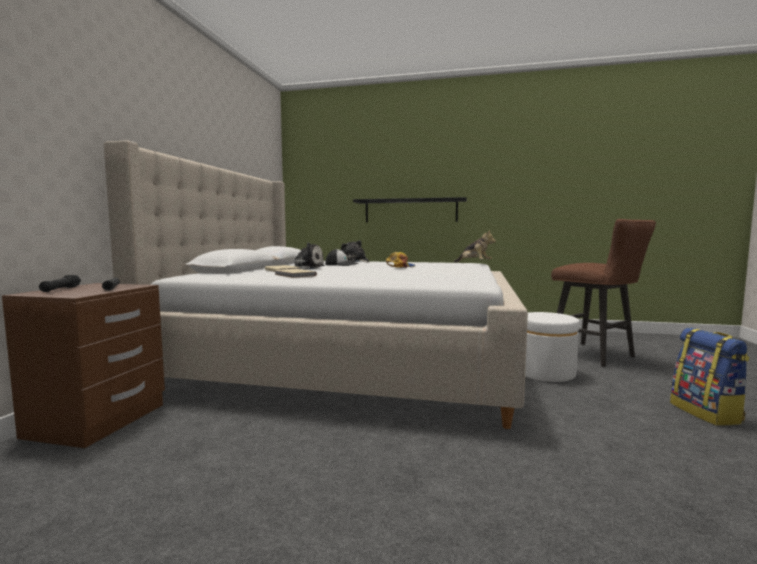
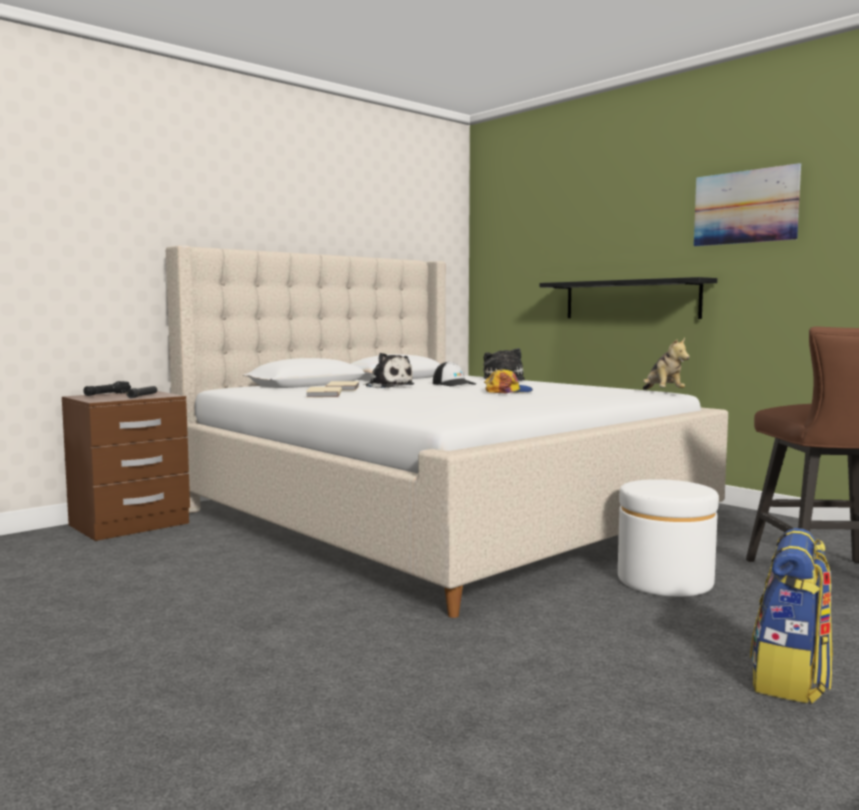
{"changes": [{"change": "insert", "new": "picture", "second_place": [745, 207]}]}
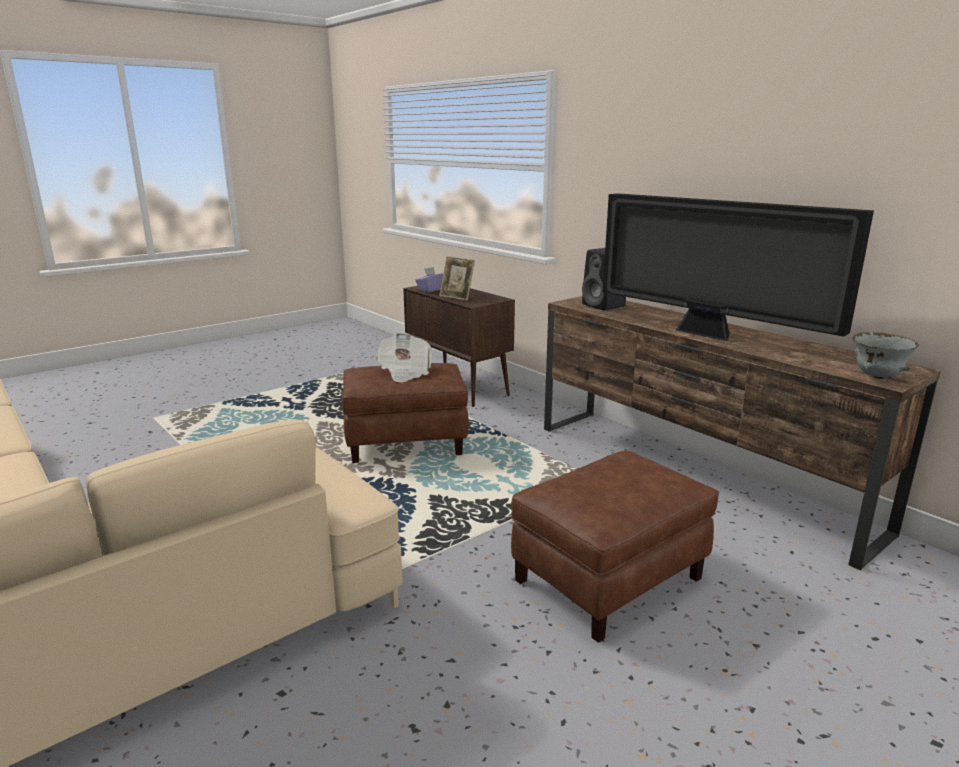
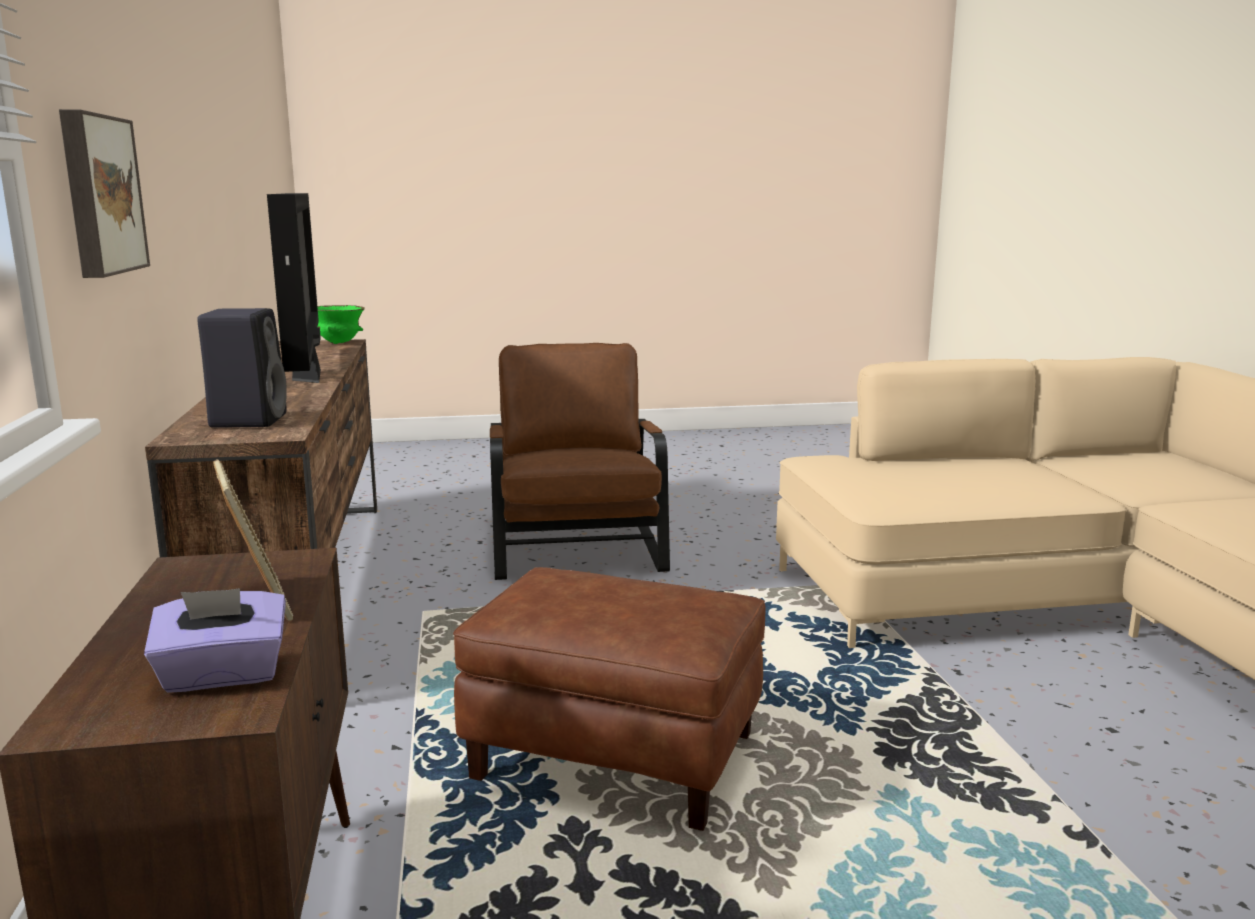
{"changes": [{"change": "delete", "old": "printed paper", "first_place": [405, 372]}, {"change": "insert", "new": "picture", "second_place": [98, 195]}, {"change": "replace", "old": "brown ottoman", "new": "brown lounge chair", "first_place": [609, 580], "second_place": [576, 544]}, {"change": "recolor", "old": "grey bowl", "new": "green bowl", "first_place": [876, 377], "second_place": [339, 343]}]}
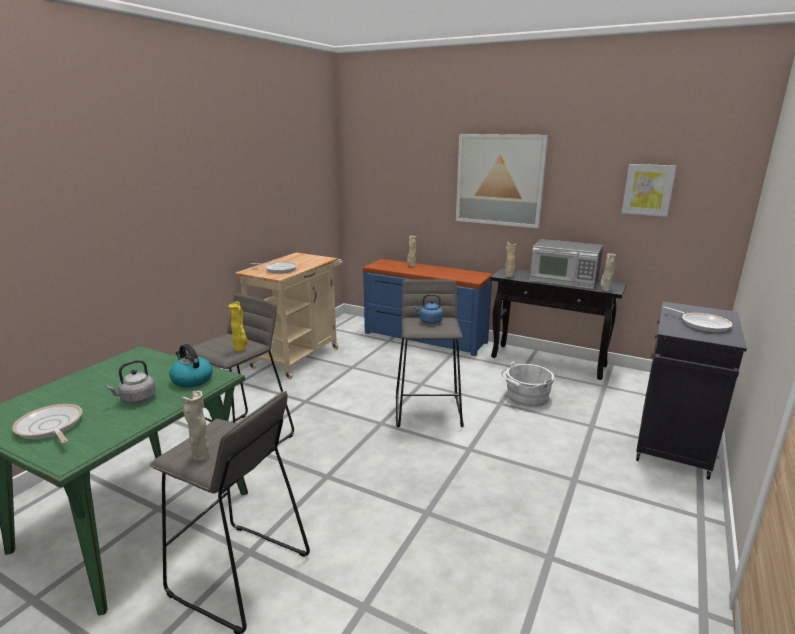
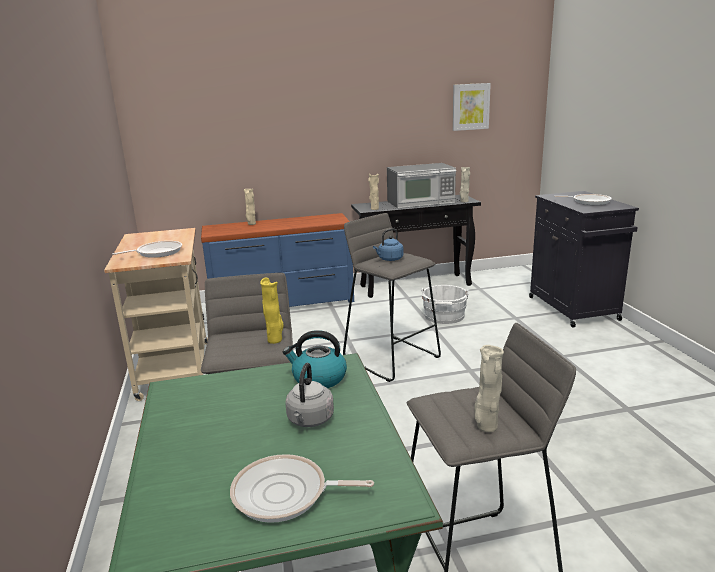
{"changes": [{"change": "delete", "old": "picture", "first_place": [499, 180]}]}
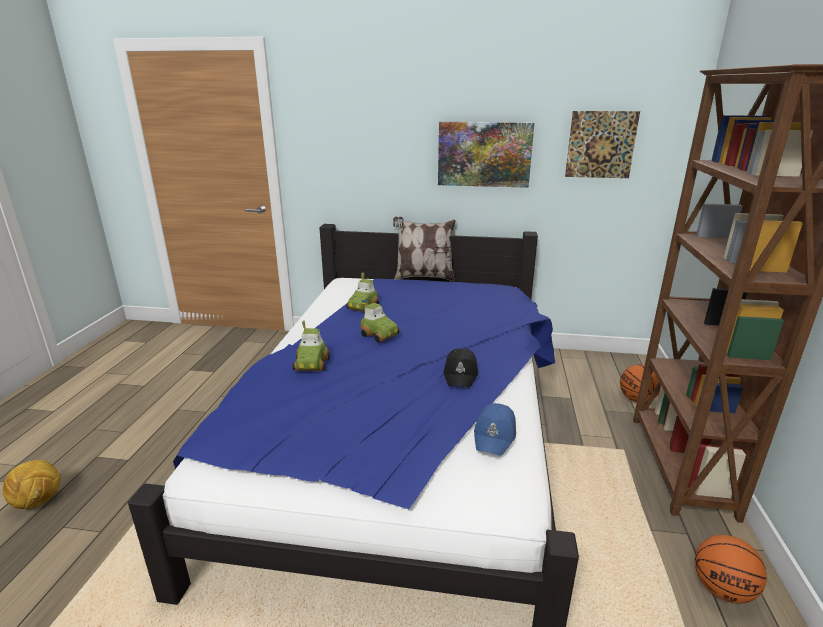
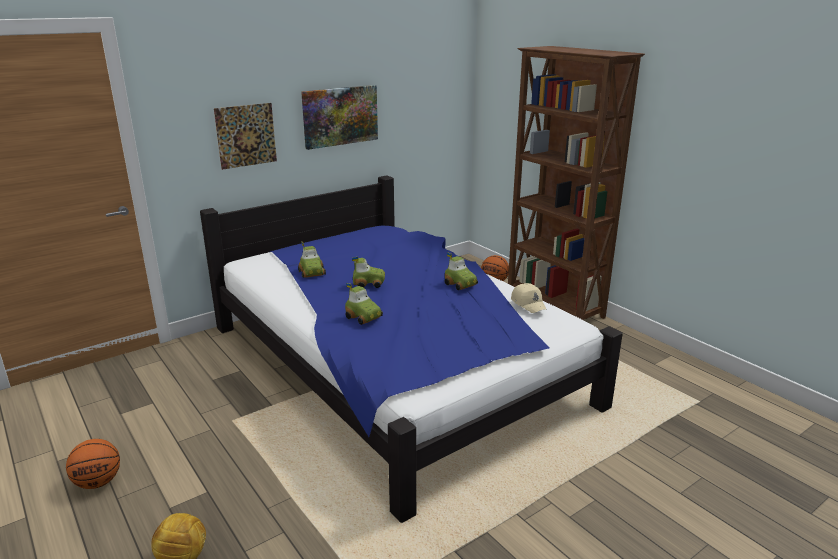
{"changes": [{"change": "delete", "old": "throw pillow", "first_place": [423, 277]}, {"change": "move", "old": "picture", "first_place": [601, 145], "second_place": [246, 135]}, {"change": "move", "old": "basketball", "first_place": [722, 589], "second_place": [98, 482]}, {"change": "replace", "old": "black peaked cap", "new": "toy car", "first_place": [461, 374], "second_place": [461, 284]}, {"change": "recolor", "old": "bluish peaked cap", "new": "beige-coloured peaked cap", "first_place": [495, 435], "second_place": [528, 303]}]}
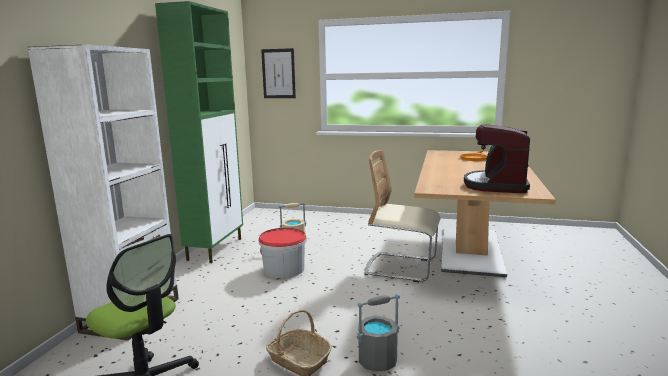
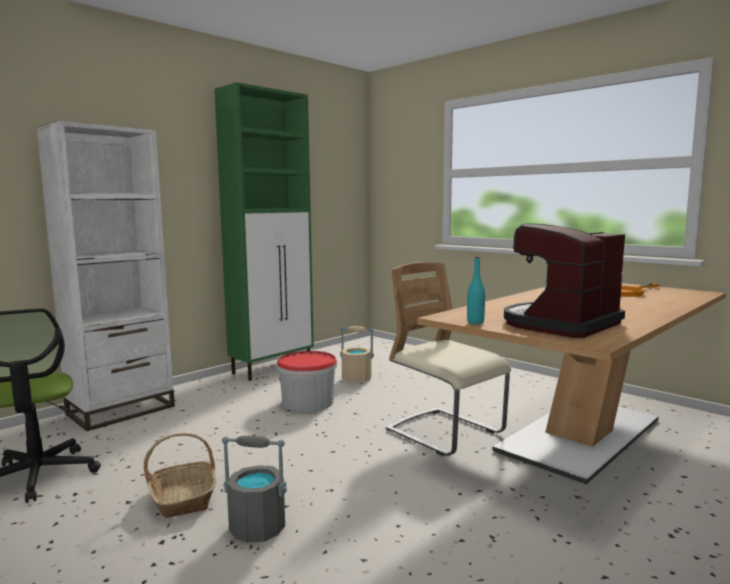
{"changes": [{"change": "delete", "old": "picture", "first_place": [278, 73]}, {"change": "insert", "new": "turquoise beverage bottle", "second_place": [475, 322]}]}
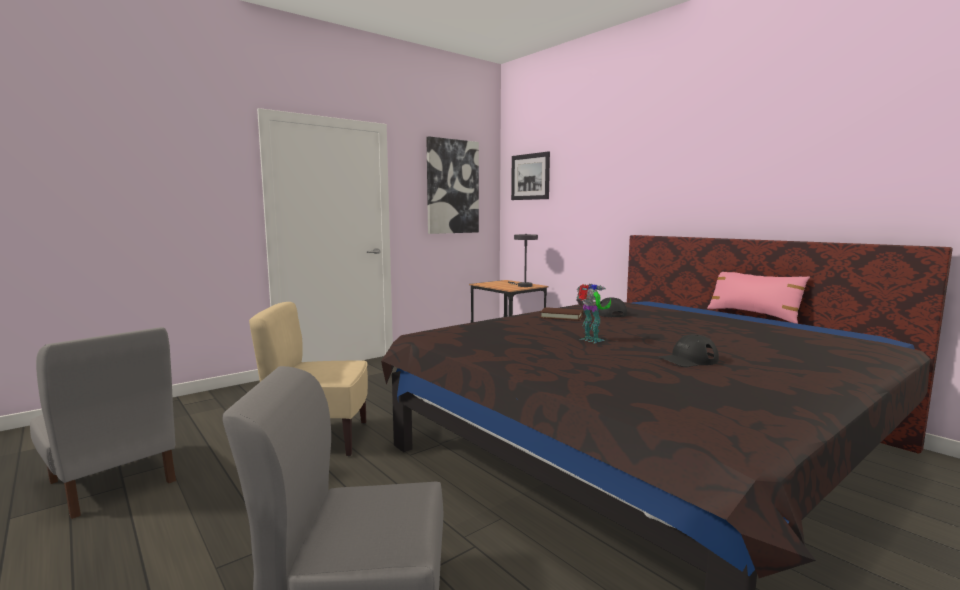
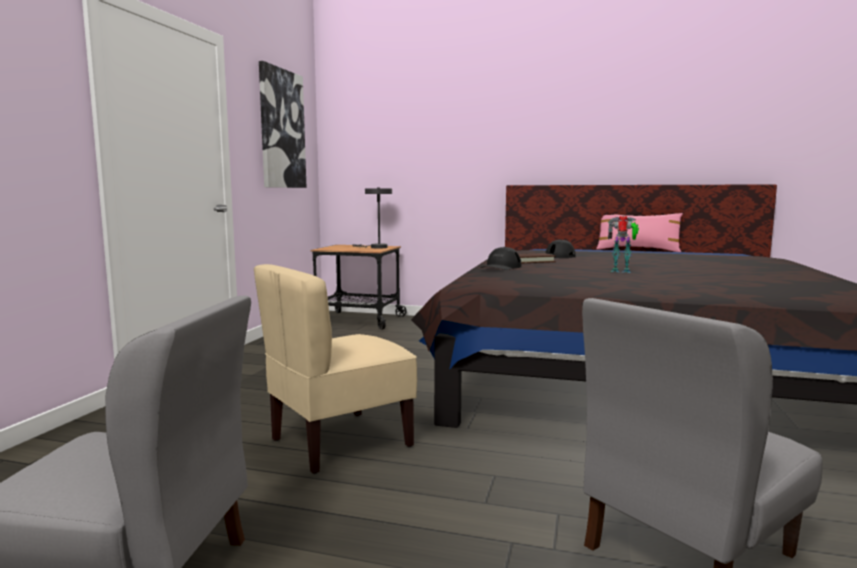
{"changes": [{"change": "delete", "old": "picture", "first_place": [530, 176]}, {"change": "move", "old": "black peaked cap", "first_place": [688, 360], "second_place": [501, 267]}]}
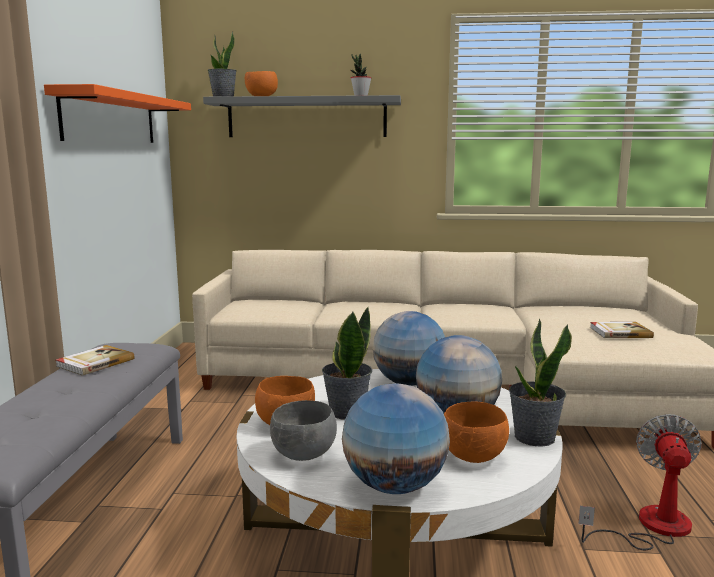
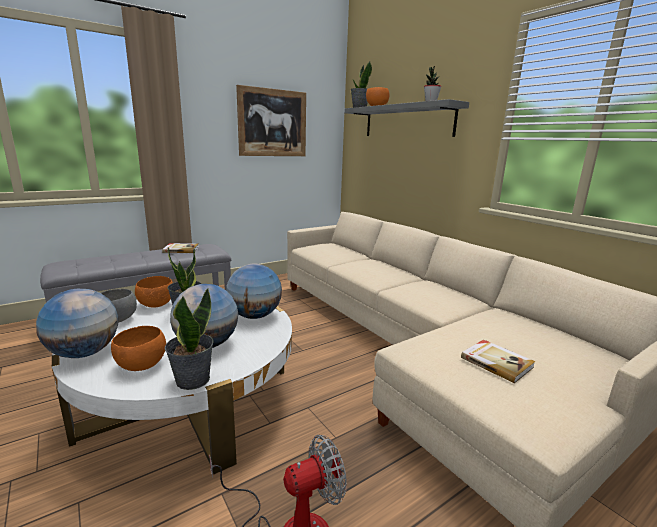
{"changes": [{"change": "replace", "old": "orange-coloured shelf", "new": "picture", "first_place": [111, 118], "second_place": [272, 123]}]}
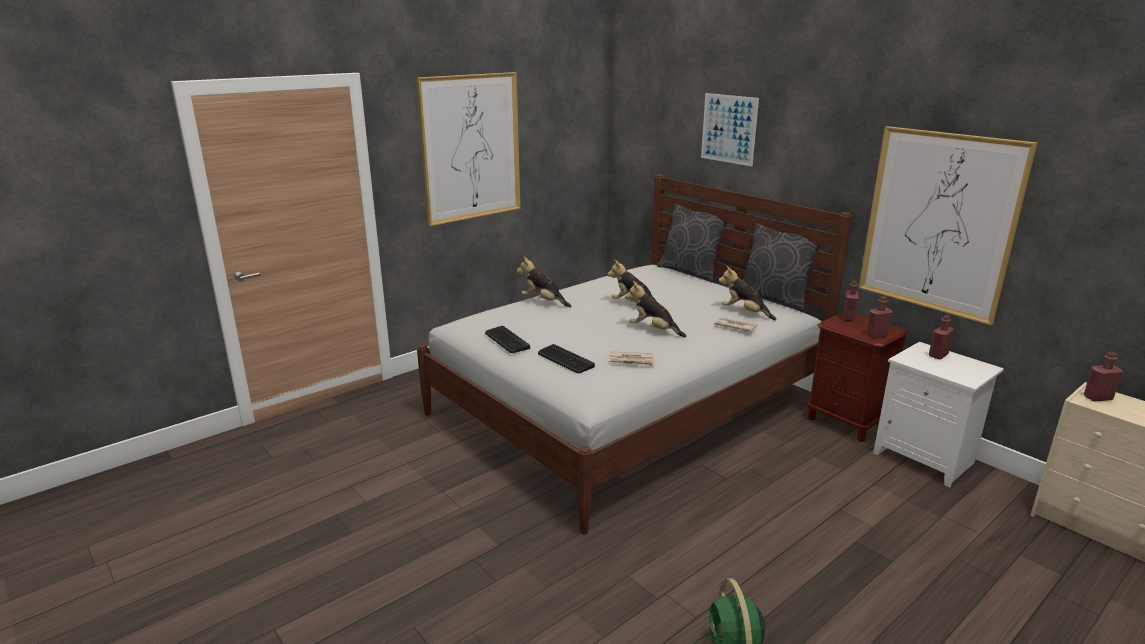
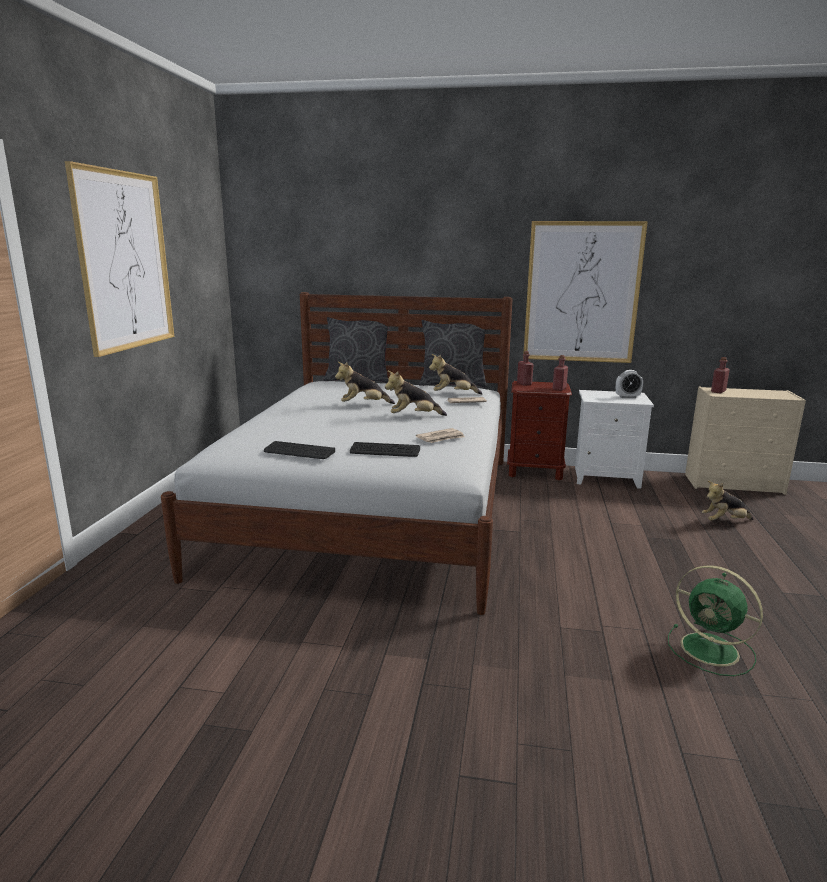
{"changes": [{"change": "delete", "old": "picture", "first_place": [728, 129]}, {"change": "delete", "old": "reddish beverage bottle", "first_place": [938, 355]}, {"change": "insert", "new": "bedside clock", "second_place": [627, 397]}, {"change": "move", "old": "soft toy", "first_place": [543, 302], "second_place": [724, 522]}]}
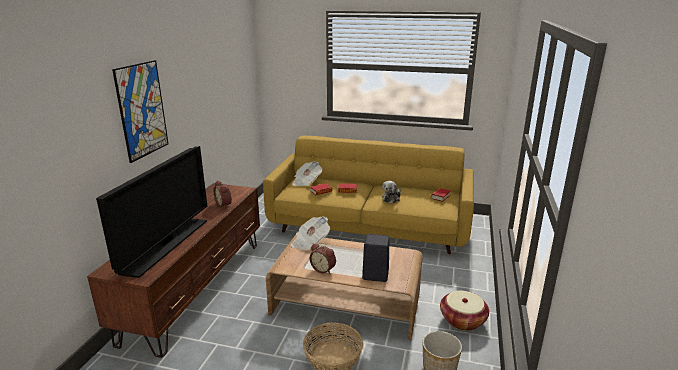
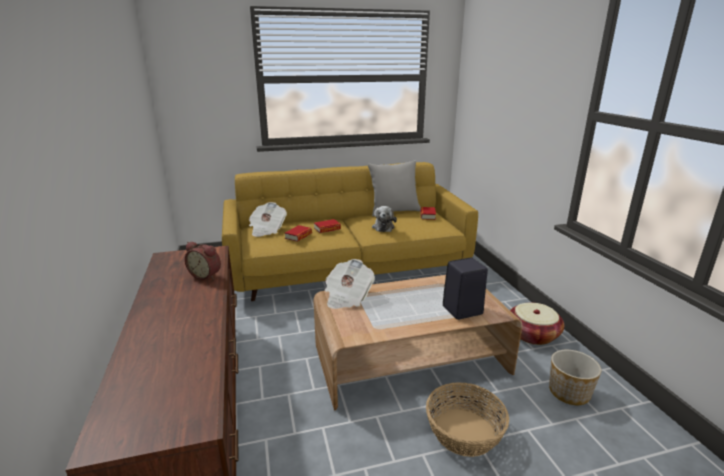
{"changes": [{"change": "delete", "old": "TV set", "first_place": [167, 245]}, {"change": "delete", "old": "picture", "first_place": [142, 110]}, {"change": "delete", "old": "bedside clock", "first_place": [323, 269]}, {"change": "insert", "new": "grey throw pillow", "second_place": [394, 211]}]}
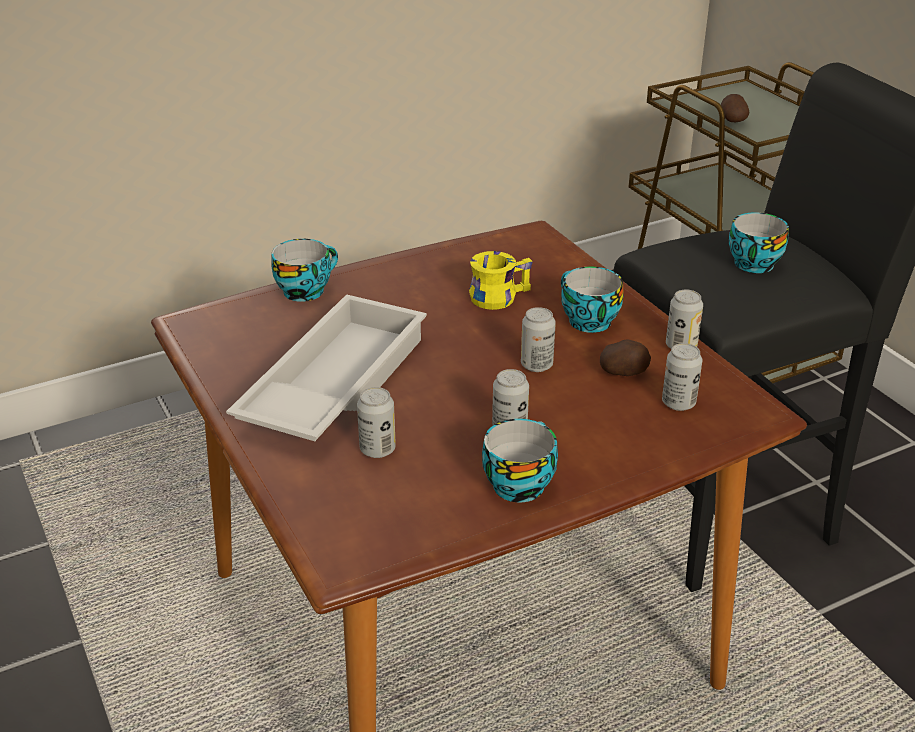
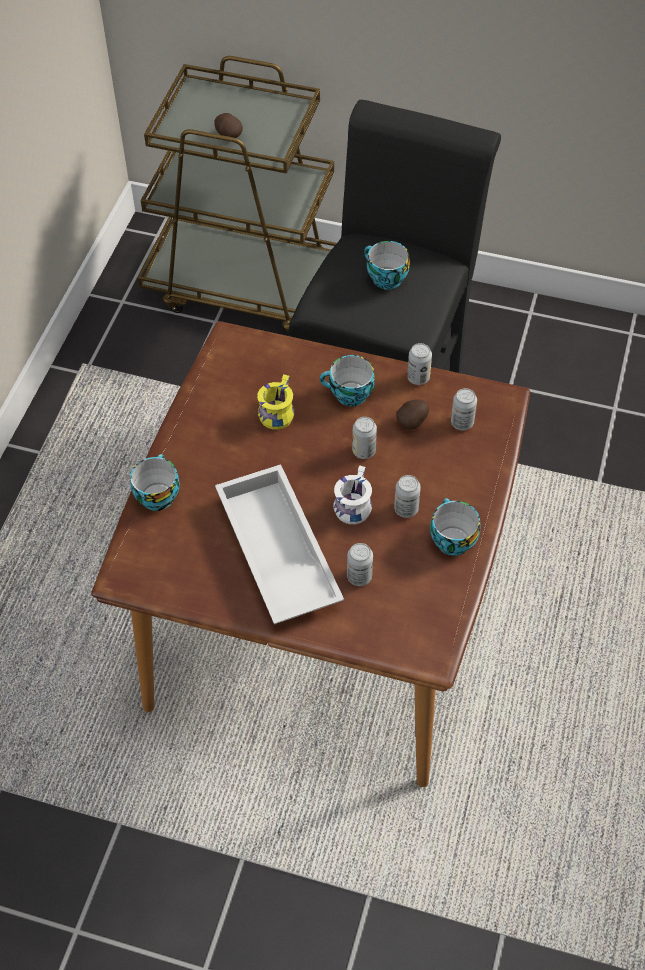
{"changes": [{"change": "insert", "new": "whitish tea mug", "second_place": [351, 504]}]}
